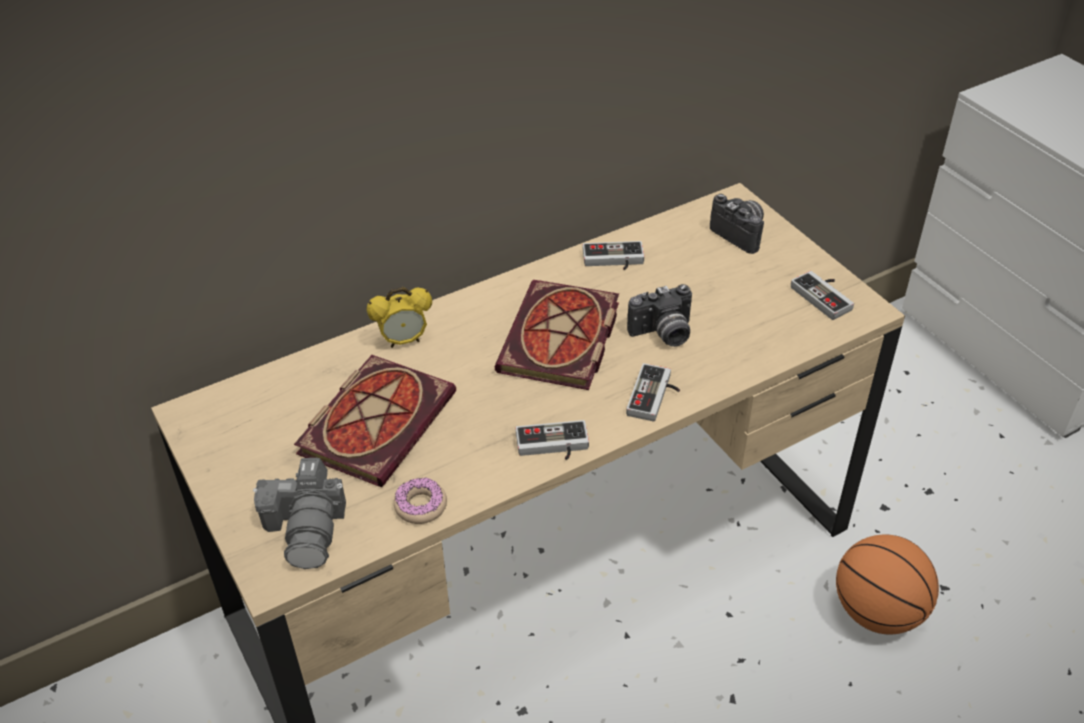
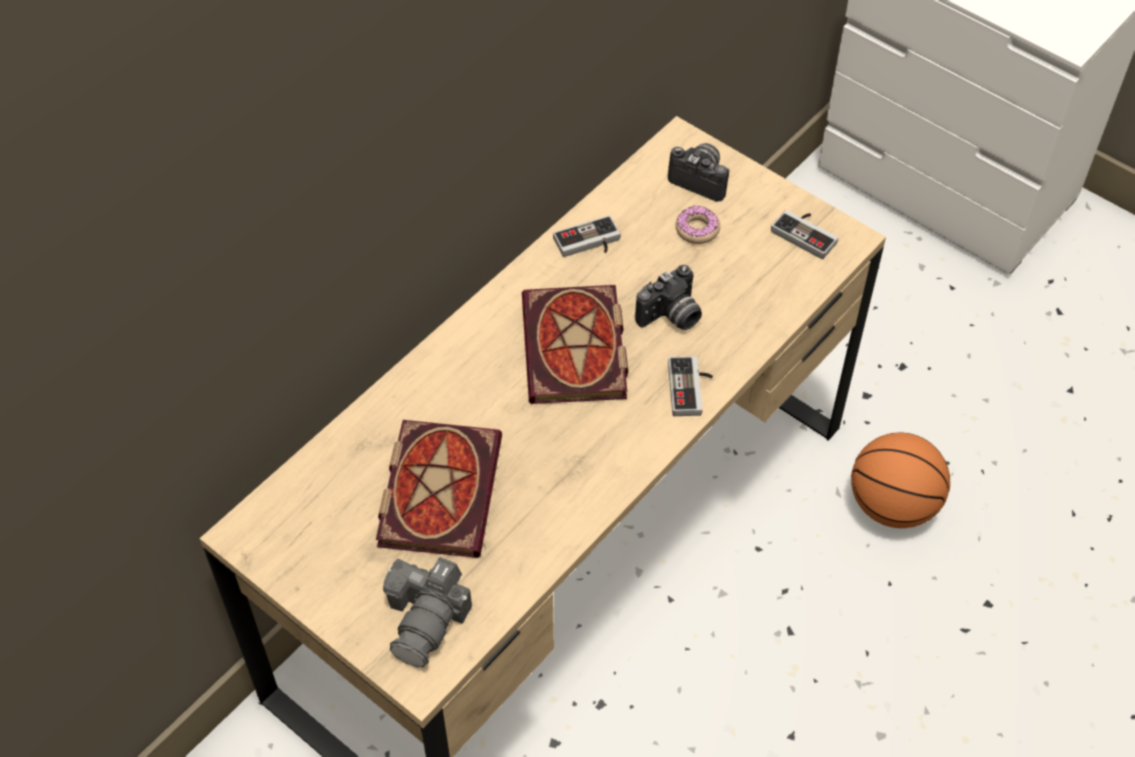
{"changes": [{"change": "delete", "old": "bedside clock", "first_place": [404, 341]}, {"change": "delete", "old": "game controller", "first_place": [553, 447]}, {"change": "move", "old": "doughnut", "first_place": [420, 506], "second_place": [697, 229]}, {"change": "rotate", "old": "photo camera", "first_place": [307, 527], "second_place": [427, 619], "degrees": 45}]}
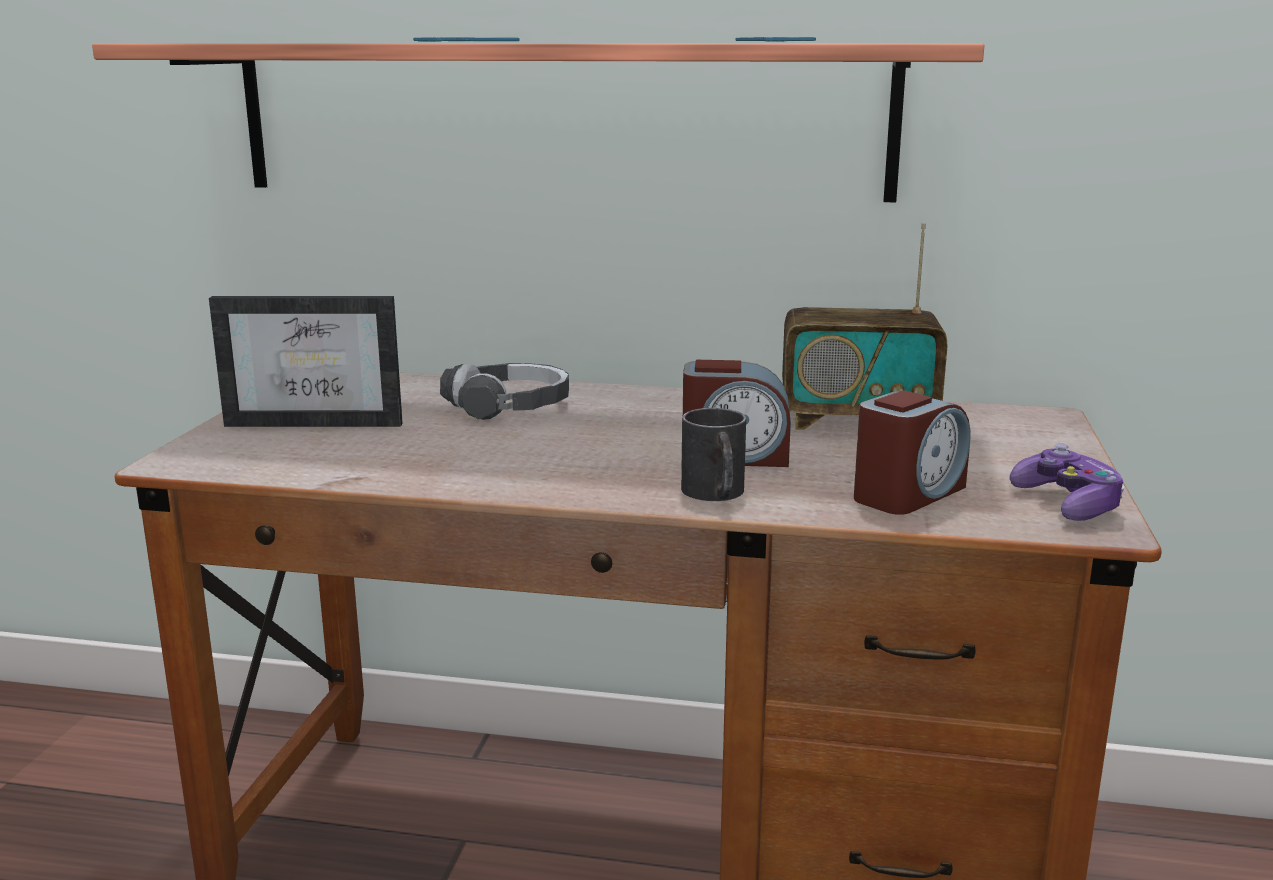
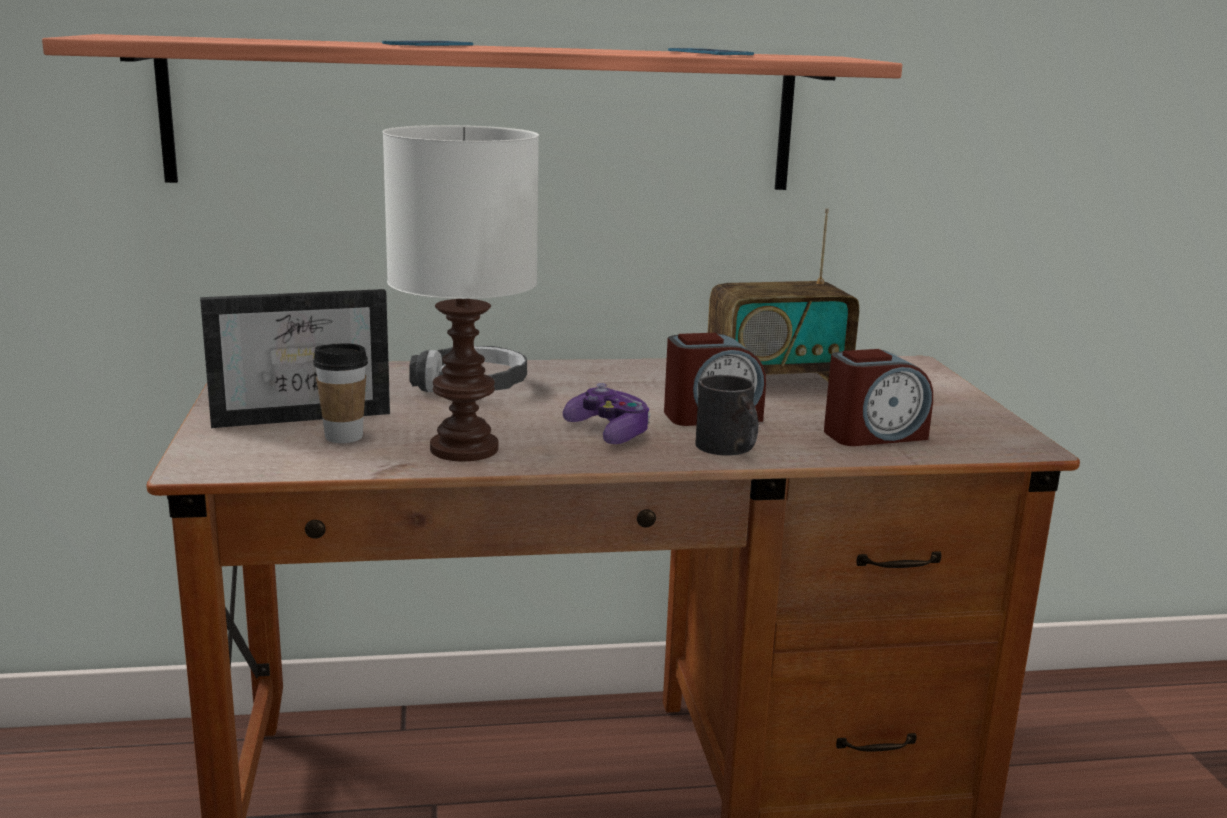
{"changes": [{"change": "insert", "new": "drinking cup", "second_place": [344, 436]}, {"change": "insert", "new": "whitish lamp for a table", "second_place": [465, 448]}, {"change": "move", "old": "game controller", "first_place": [1067, 504], "second_place": [609, 432]}, {"change": "rotate", "old": "bedside clock", "first_place": [908, 494], "second_place": [873, 435], "degrees": 45}]}
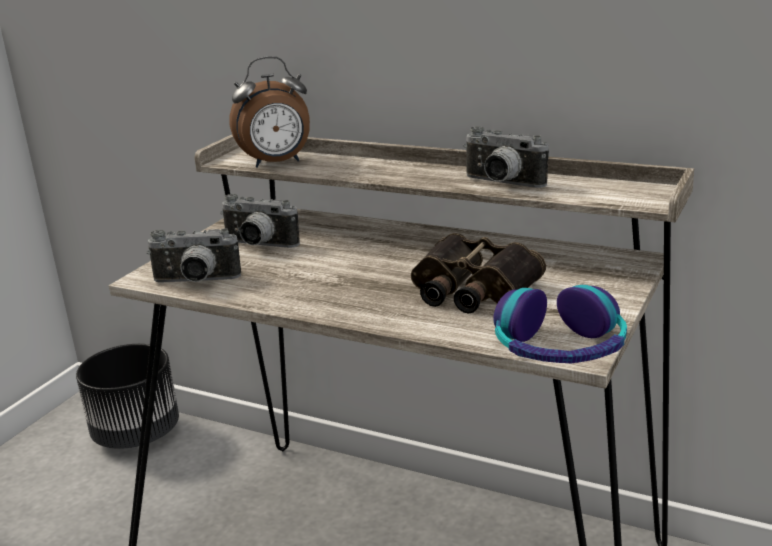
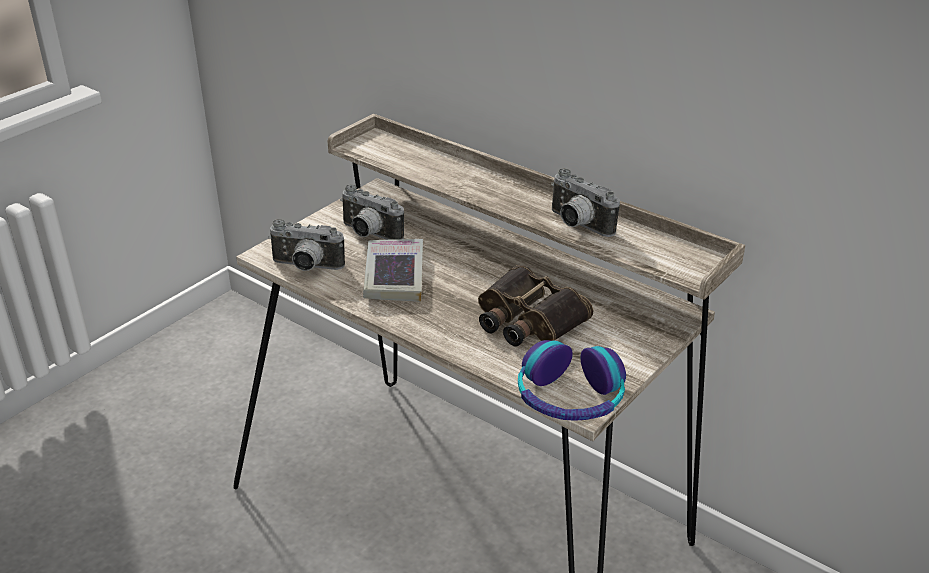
{"changes": [{"change": "delete", "old": "black planter", "first_place": [137, 433]}, {"change": "delete", "old": "bedside clock", "first_place": [277, 163]}, {"change": "insert", "new": "bound book", "second_place": [394, 276]}]}
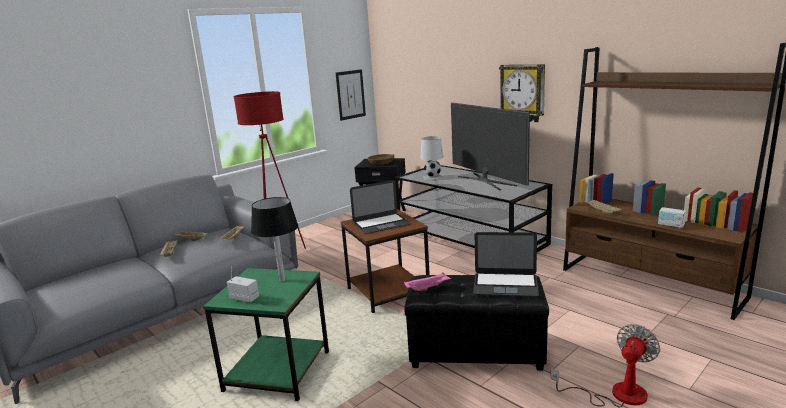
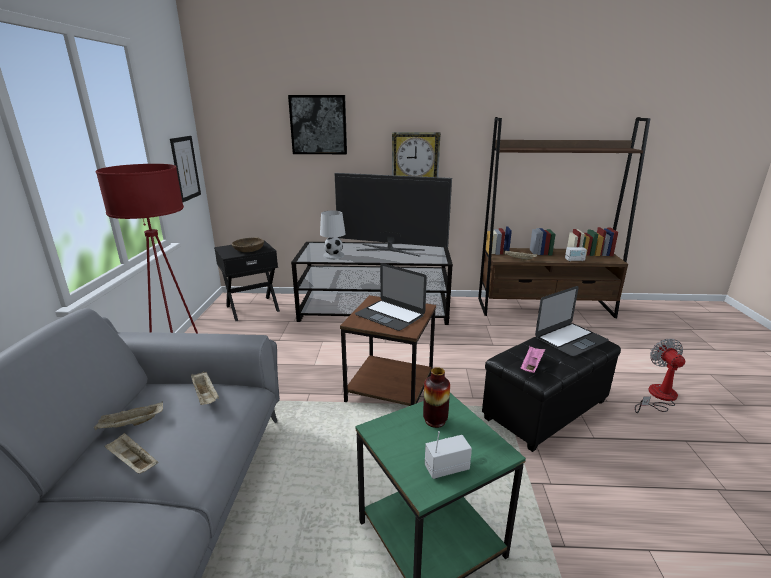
{"changes": [{"change": "insert", "new": "picture", "second_place": [318, 125]}, {"change": "replace", "old": "black lamp for a table", "new": "decorative vase", "first_place": [282, 280], "second_place": [435, 420]}, {"change": "rotate", "old": "portable computer", "first_place": [381, 223], "second_place": [390, 315], "degrees": 105}]}
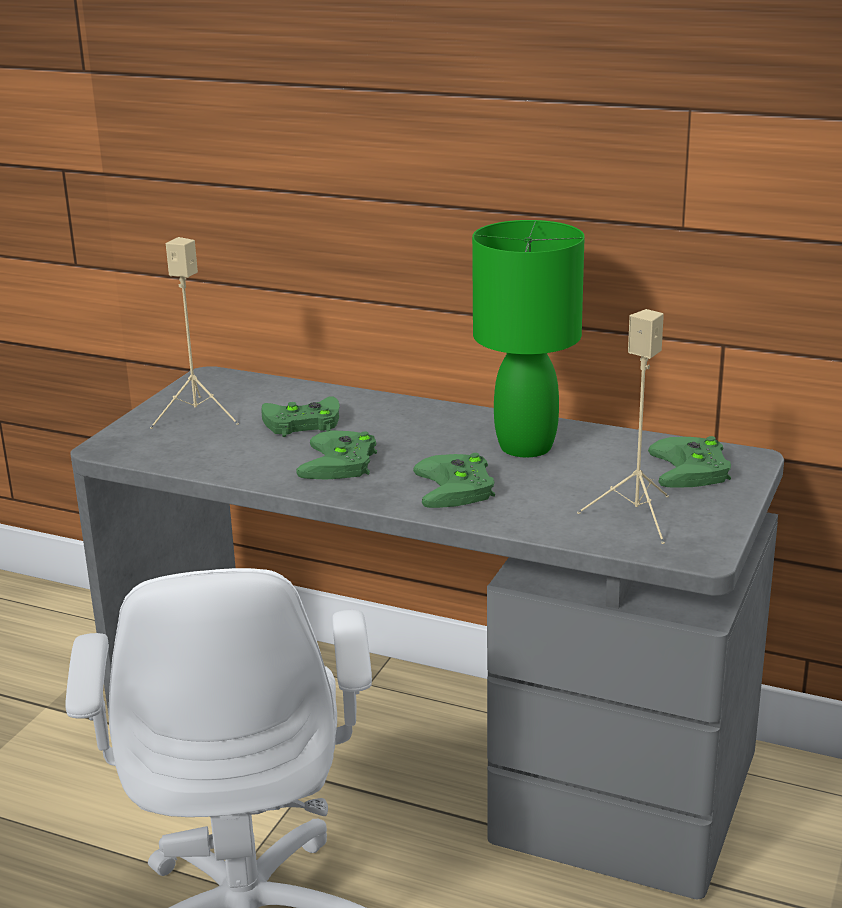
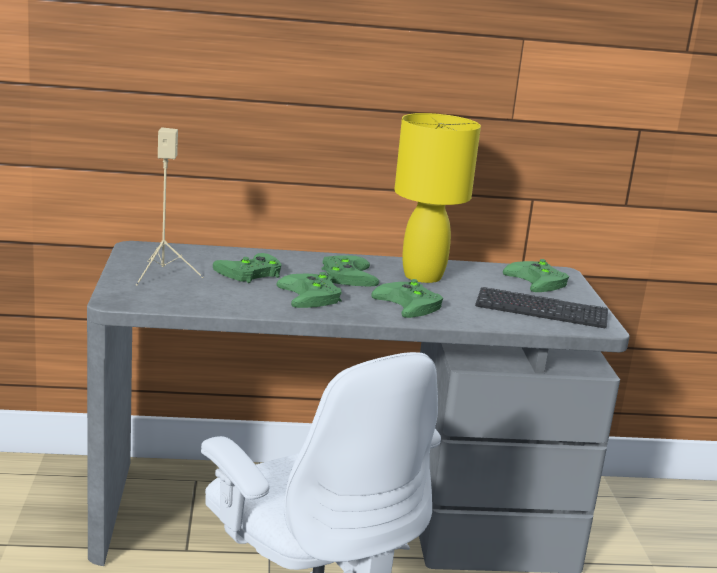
{"changes": [{"change": "insert", "new": "green game controller", "second_place": [346, 275]}, {"change": "replace", "old": "beige-coloured speaker", "new": "computer keyboard", "first_place": [637, 517], "second_place": [541, 311]}, {"change": "recolor", "old": "green lamp for a table", "new": "yellowish lamp for a table", "first_place": [526, 447], "second_place": [423, 276]}]}
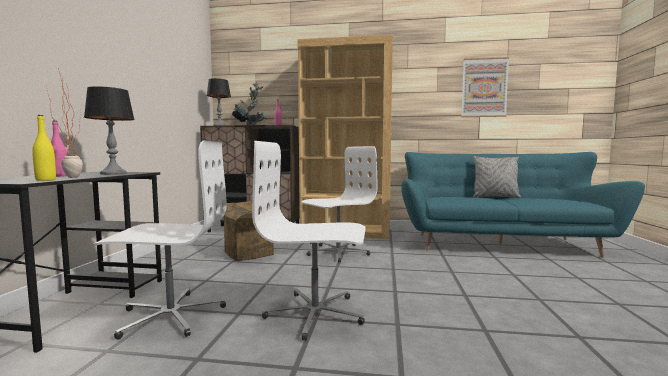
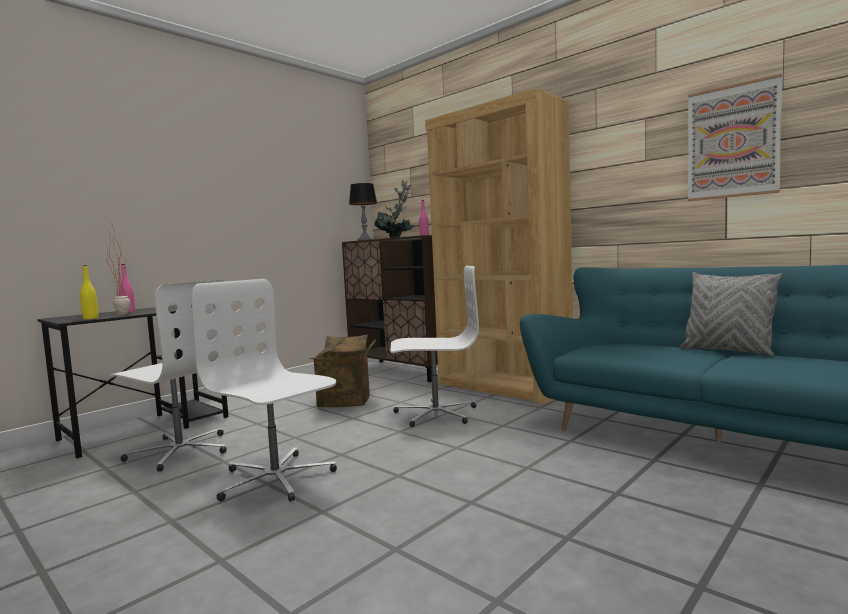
{"changes": [{"change": "delete", "old": "lamp for a table", "first_place": [113, 174]}]}
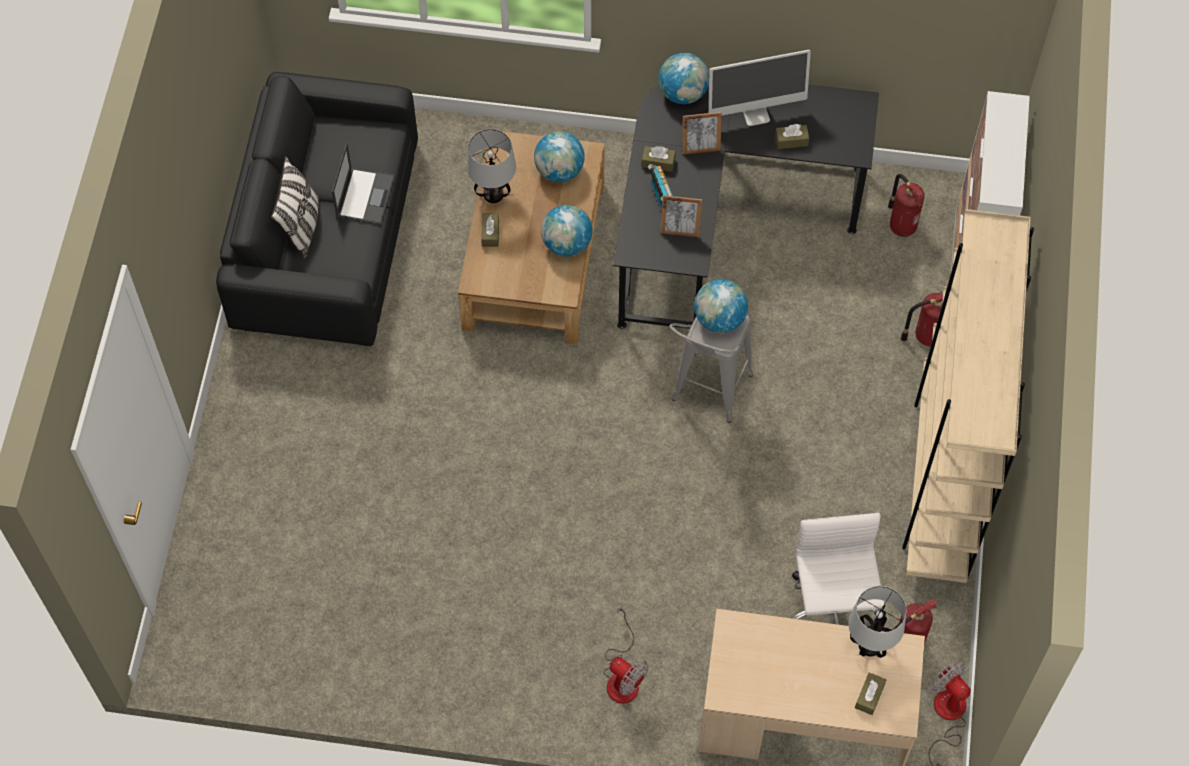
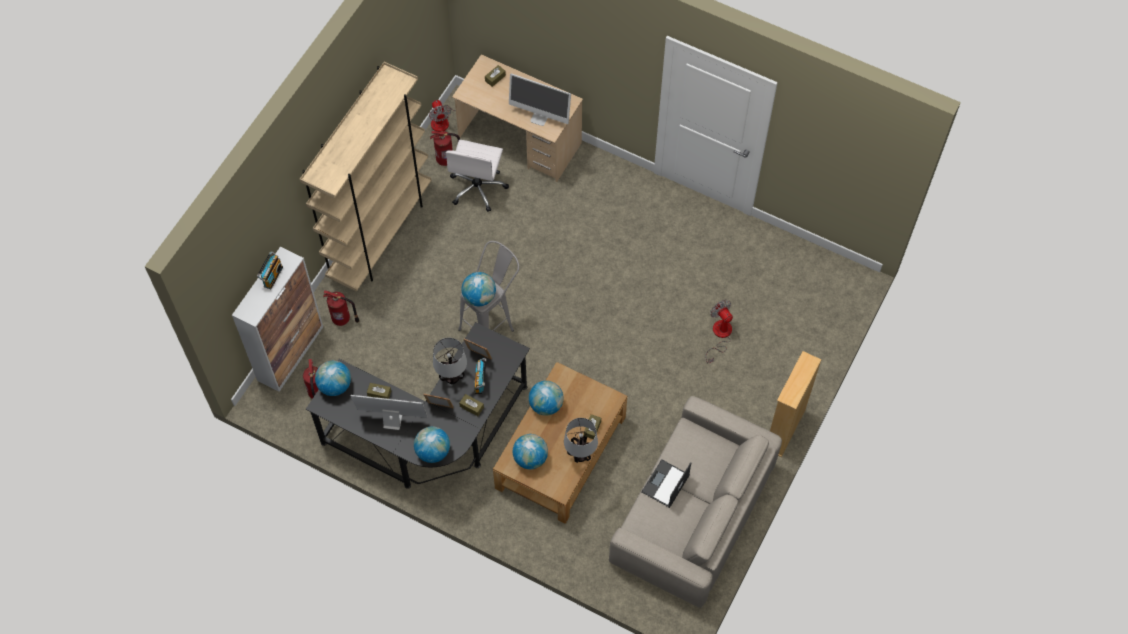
{"changes": [{"change": "delete", "old": "throw pillow", "first_place": [301, 226]}, {"change": "insert", "new": "radio set", "second_place": [272, 276]}, {"change": "insert", "new": "desk globe", "second_place": [335, 385]}, {"change": "insert", "new": "monitor", "second_place": [539, 117]}, {"change": "insert", "new": "beige-coloured bookcase", "second_place": [784, 429]}, {"change": "move", "old": "fan", "first_place": [622, 676], "second_place": [719, 335]}, {"change": "move", "old": "lamp for a table", "first_place": [870, 646], "second_place": [451, 377]}, {"change": "recolor", "old": "black sofa", "new": "beige-coloured sofa", "first_place": [326, 235], "second_place": [693, 513]}]}
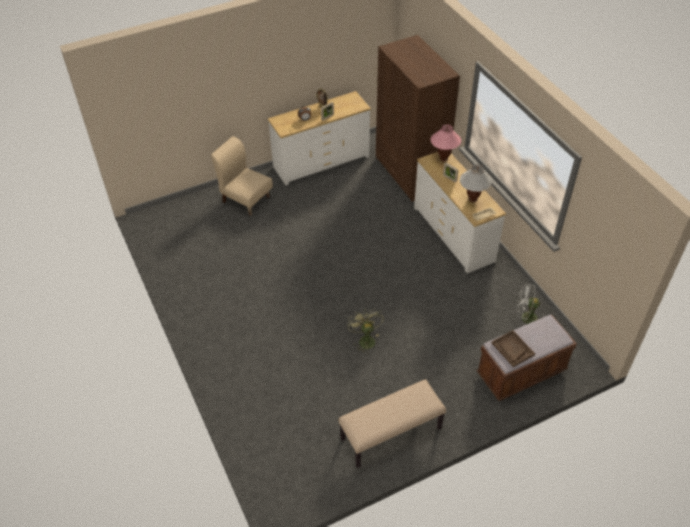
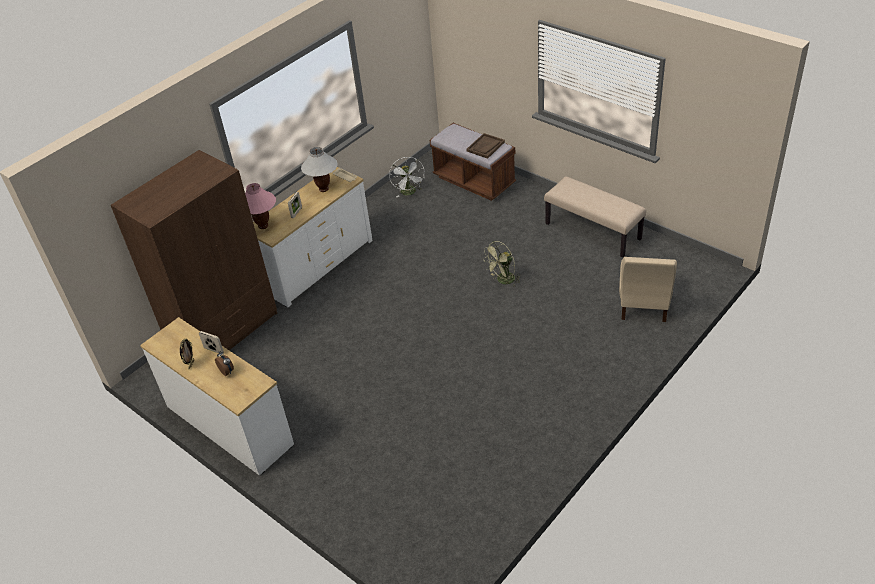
{"changes": [{"change": "move", "old": "beige-coloured chair", "first_place": [246, 199], "second_place": [643, 304]}]}
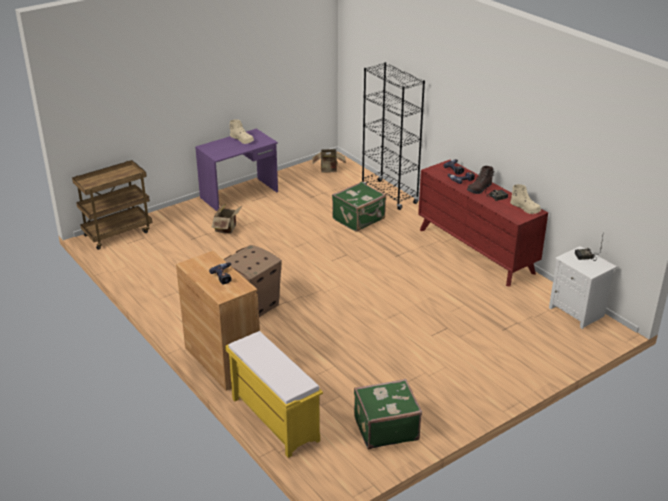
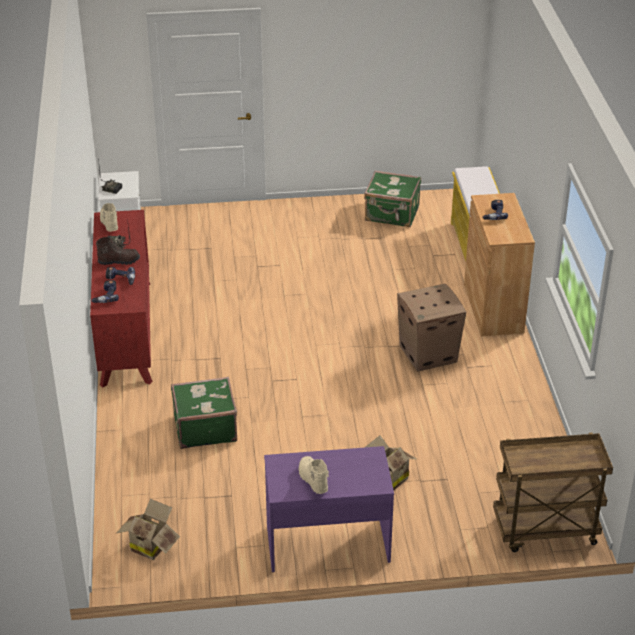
{"changes": [{"change": "delete", "old": "black bookcase", "first_place": [389, 195]}]}
